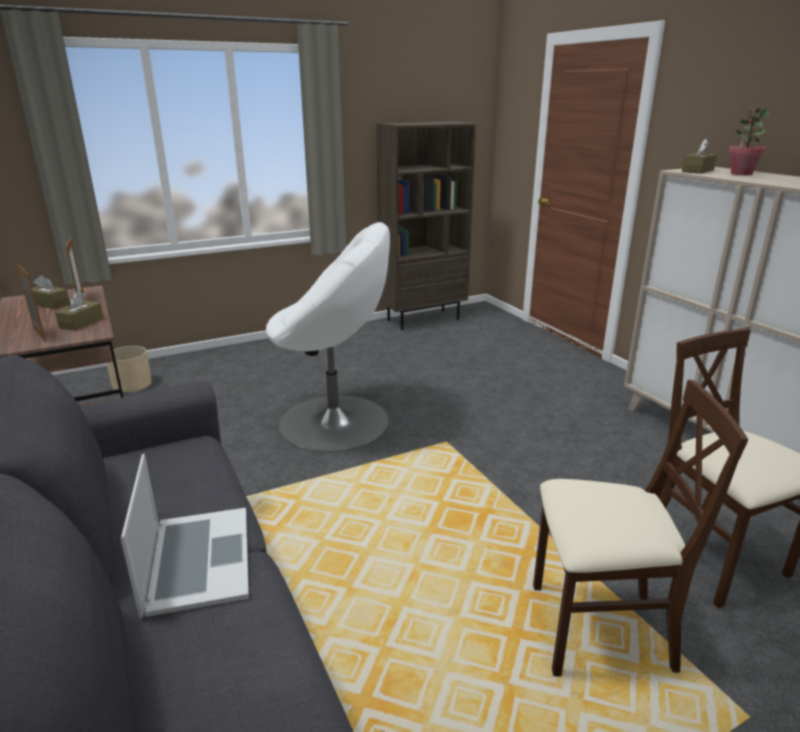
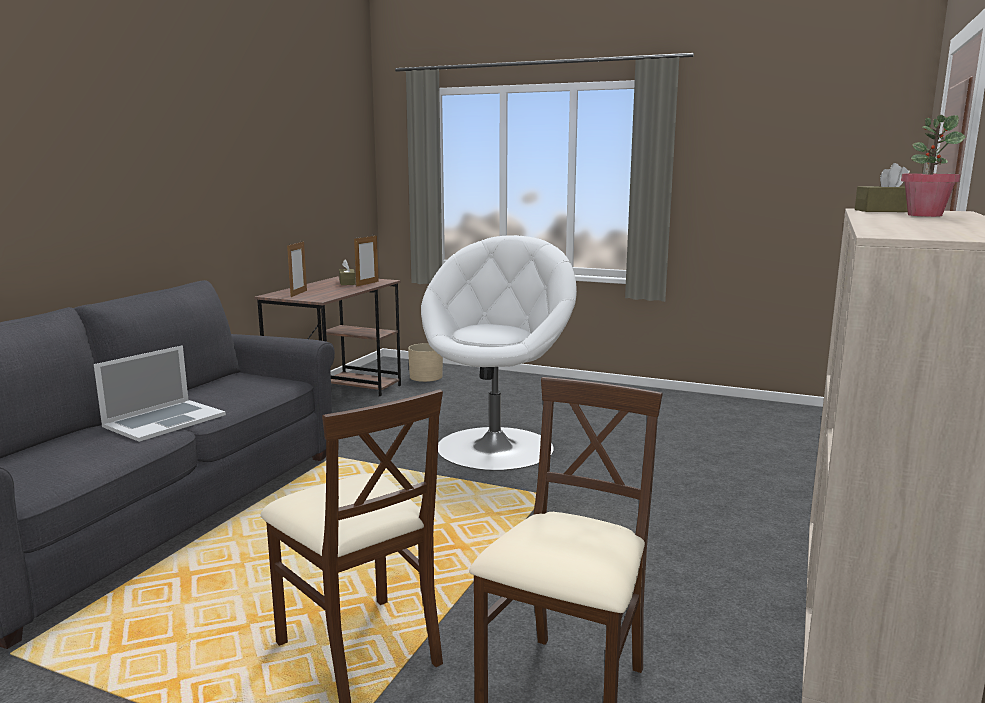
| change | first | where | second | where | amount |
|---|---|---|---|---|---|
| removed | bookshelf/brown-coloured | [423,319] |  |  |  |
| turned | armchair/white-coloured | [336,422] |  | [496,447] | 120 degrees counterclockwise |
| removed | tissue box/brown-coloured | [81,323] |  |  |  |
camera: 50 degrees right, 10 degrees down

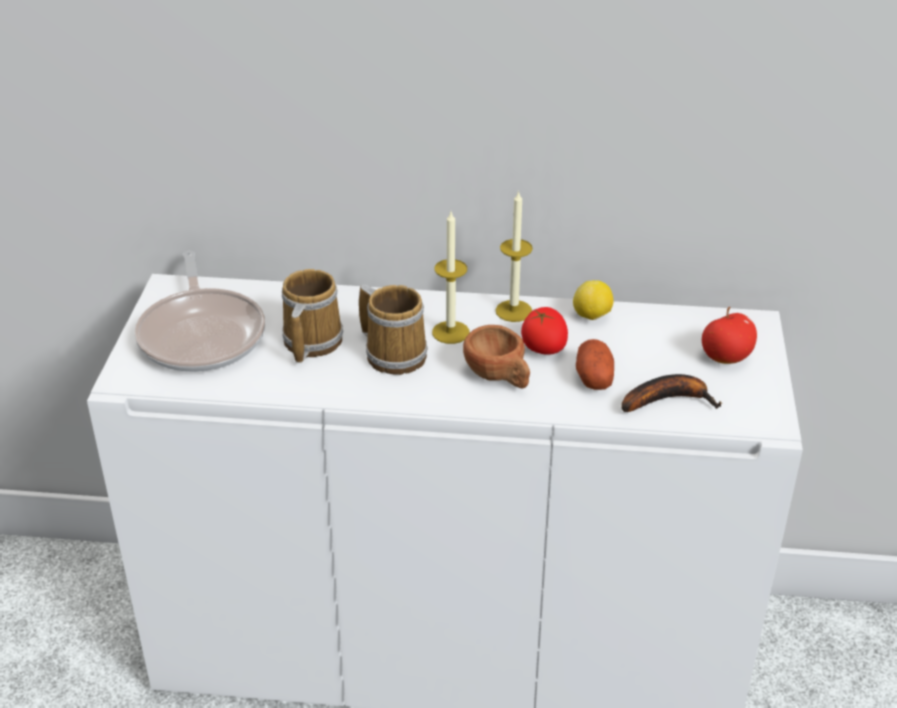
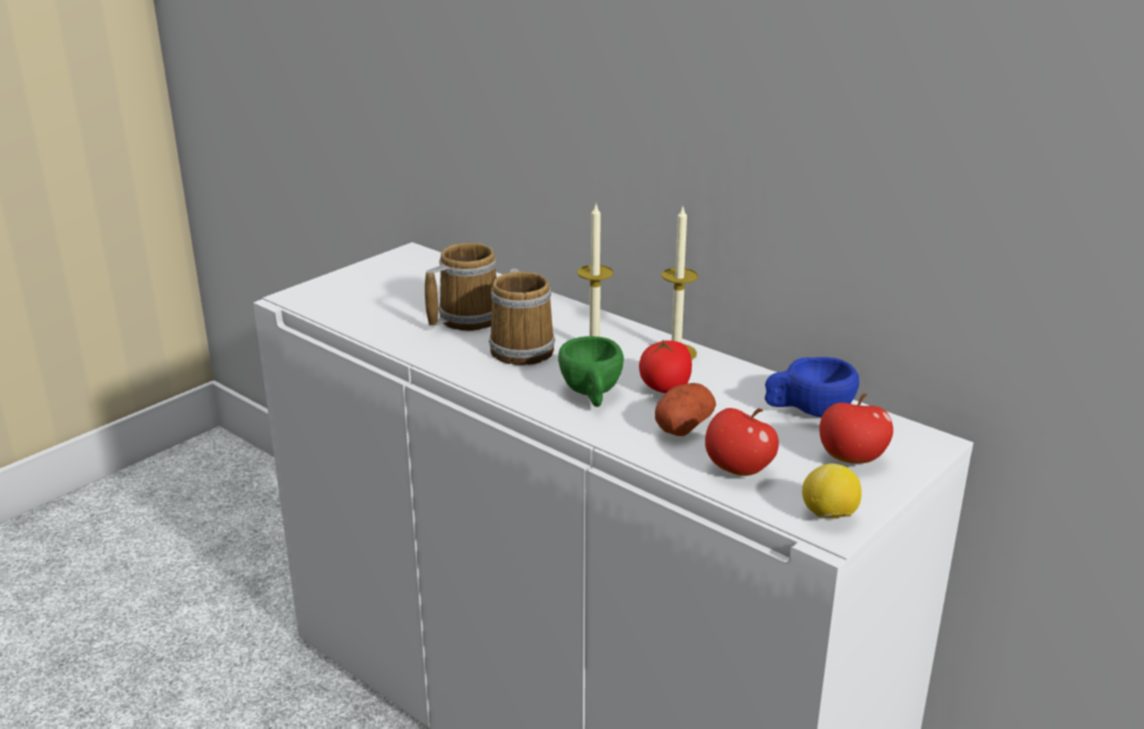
| change | first | where | second | where | amount |
|---|---|---|---|---|---|
| removed | skillet | [202,334] |  |  |  |
| moved | citrus fruit | [592,317] |  | [829,516] |  |
| recoloured | cup/brown-coloured | [499,377] | cup/greenish | [592,395] |  |
| replaced | banana | [668,399] | apple fruit | [738,469] |  |
| added |  |  | cup/blue-coloured | [808,411] |  |
camera: 35 degrees right, 10 degrees down

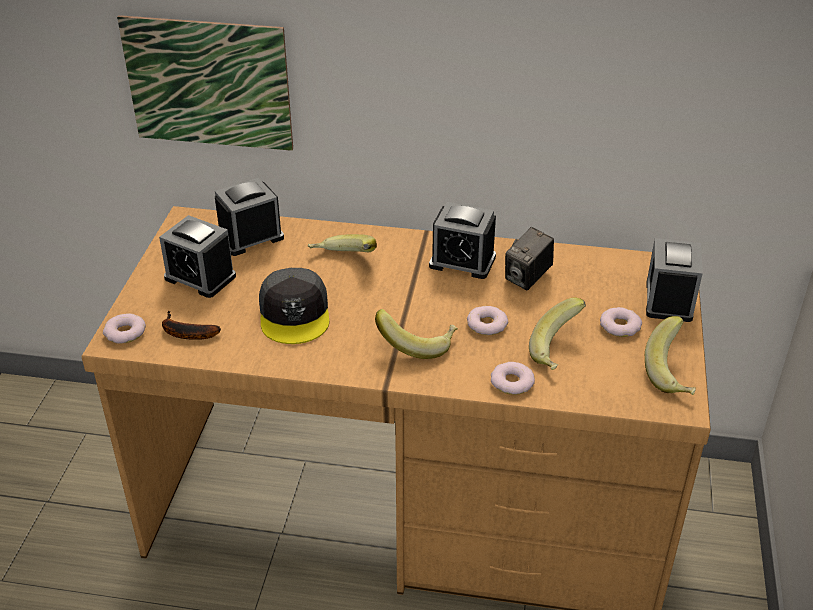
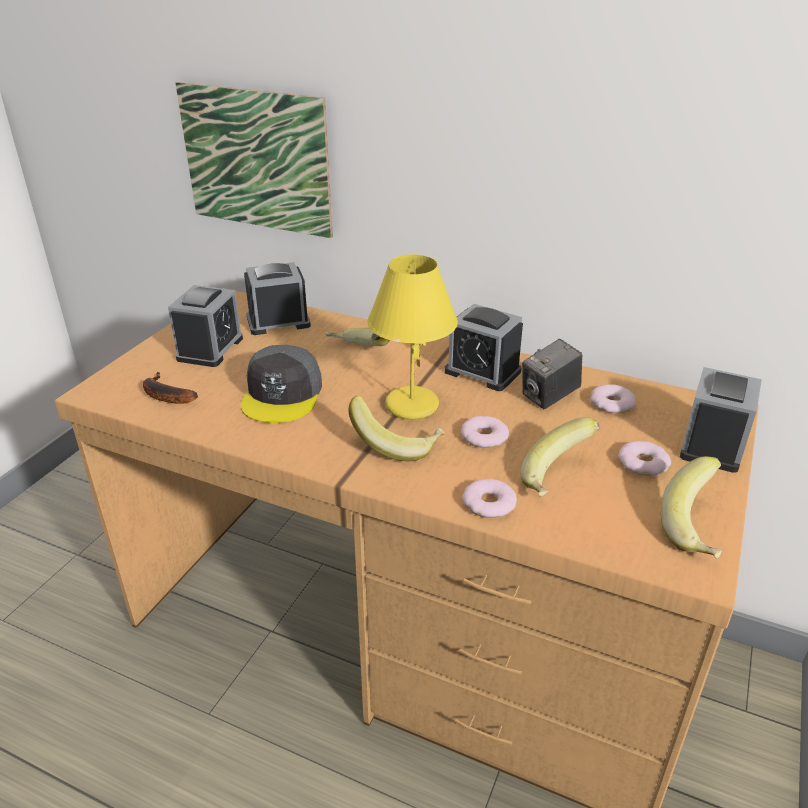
| change | first | where | second | where | amount |
|---|---|---|---|---|---|
| turned | alarm clock | [200,277] |  | [210,349] | 120 degrees counterclockwise |
| moved | doughnut | [125,332] |  | [612,403] |  |
| added |  |  | lamp for a table/yellowish | [411,405] |  |
camera: 15 degrees right, 5 degrees down

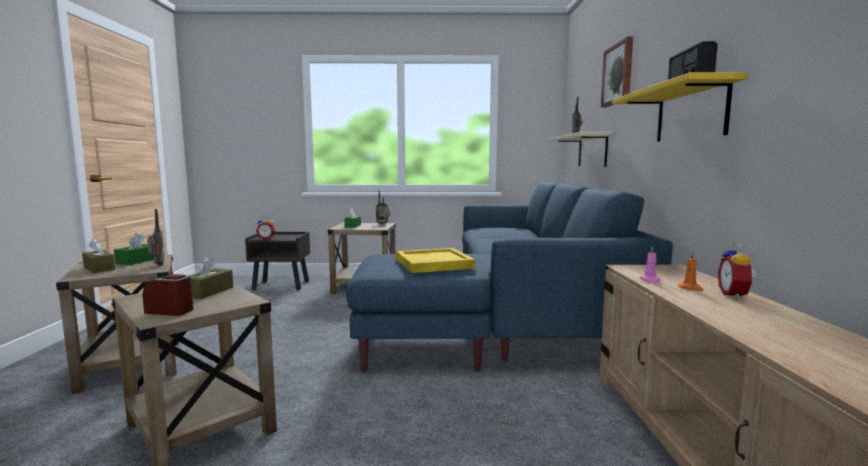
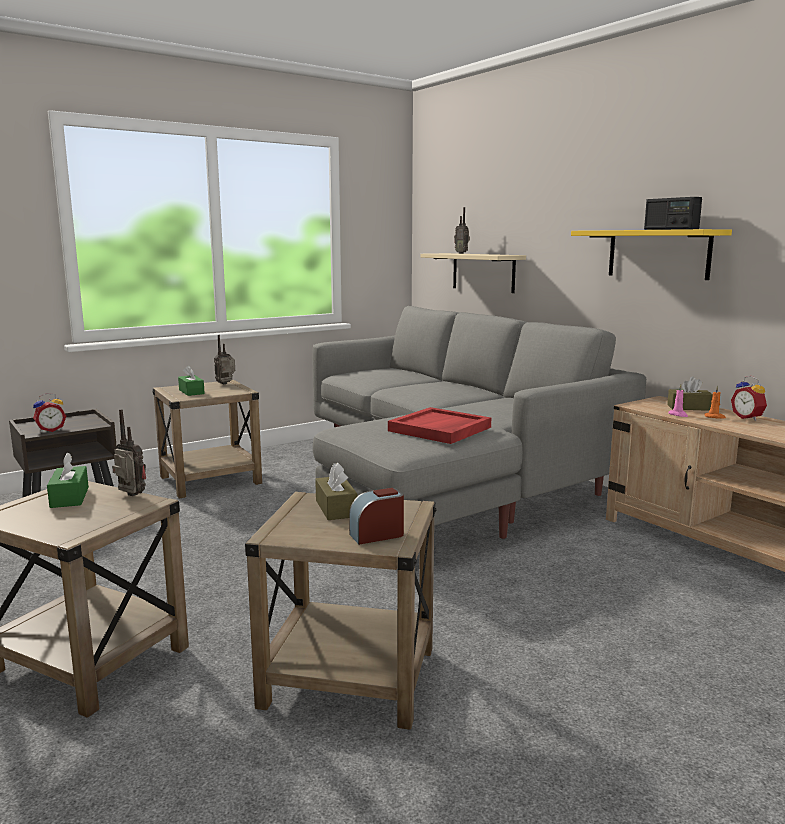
| change | first | where | second | where | amount |
|---|---|---|---|---|---|
| removed | wall art | [618,74] |  |  |  |
| recoloured | settee/blue-coloured | [511,319] | settee/gray | [447,480] |  |
| moved | tissue box/brown-coloured | [99,268] |  | [688,407] |  |
| recoloured | serving tray/yellowish | [433,263] | serving tray/red-coloured | [440,429] |  |
camera: 35 degrees left, 5 degrees up

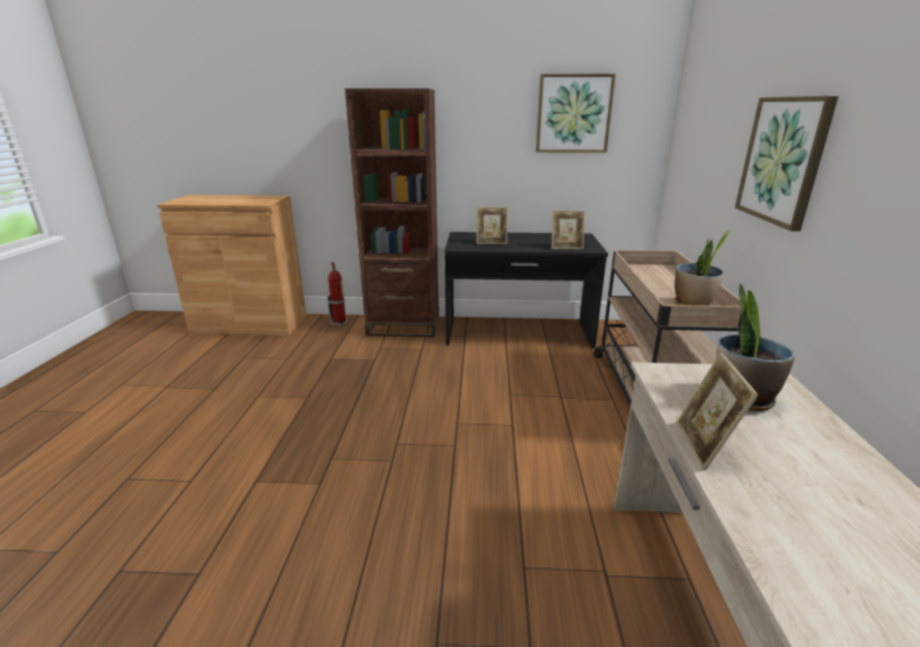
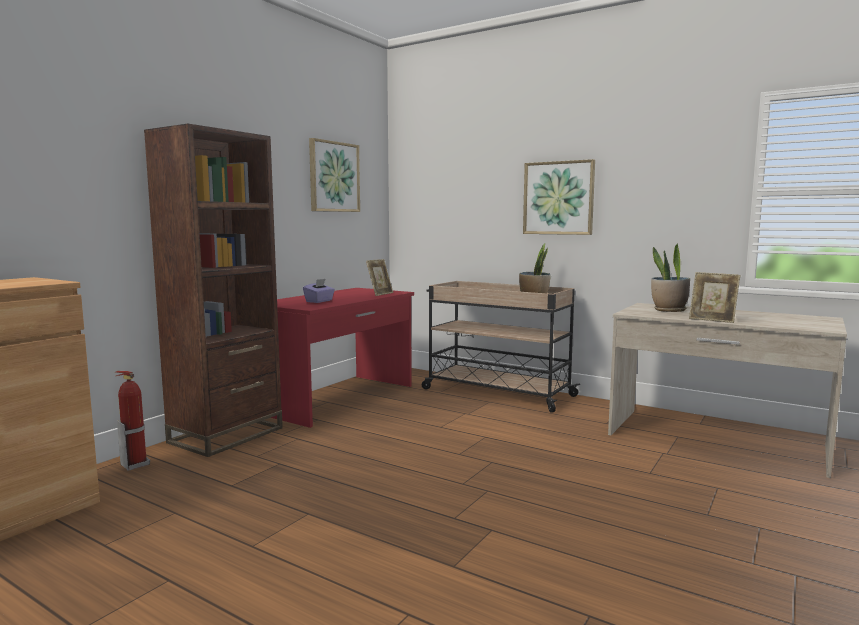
| change | first | where | second | where | amount |
|---|---|---|---|---|---|
| replaced | picture frame | [491,243] | tissue box/purple-coloured | [319,301] |  |
| recoloured | desk/black | [518,332] | desk/red-coloured | [338,398] |  |
camera: 60 degrees left, 15 degrees down

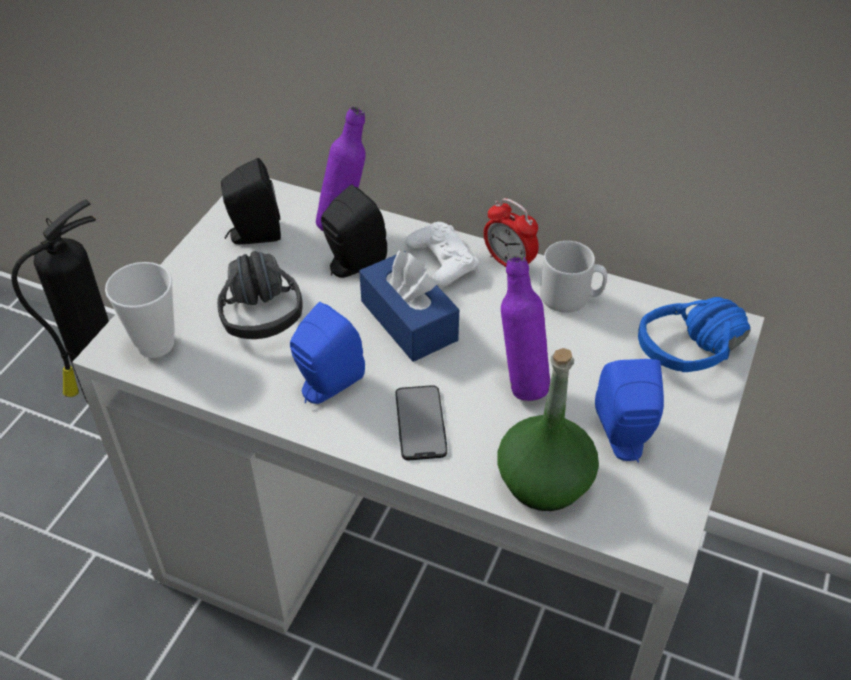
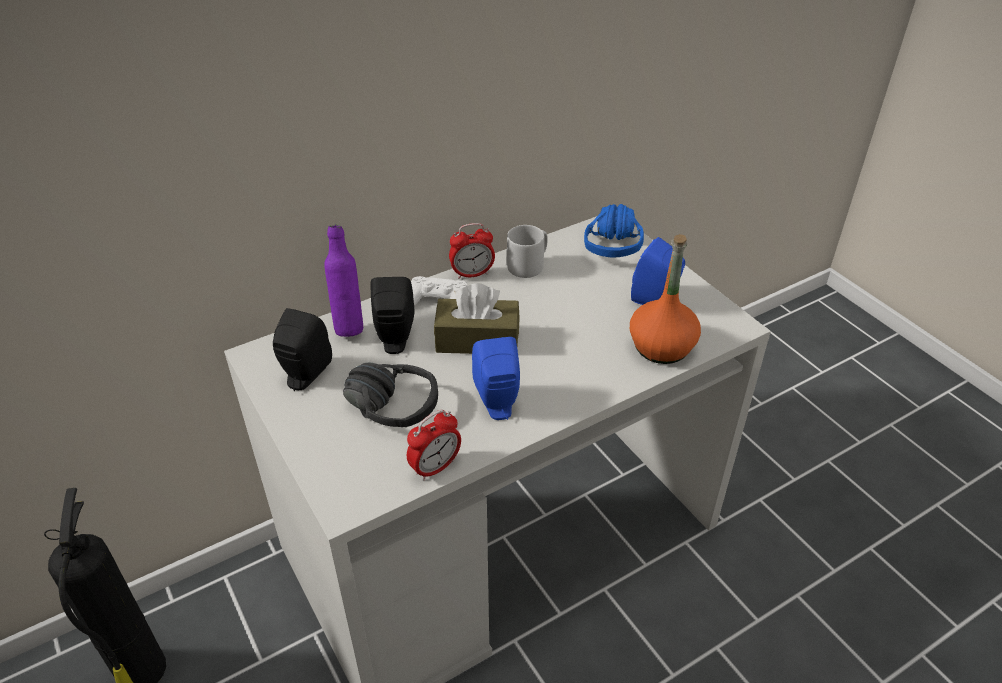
| change | first | where | second | where | amount |
|---|---|---|---|---|---|
| recoloured | tissue box/blue-coloured | [409,320] | tissue box/brown-coloured | [477,340] |  |
| removed | beverage bottle/purple-coloured | [520,382] |  |  |  |
| removed | cup | [155,344] |  |  |  |
| recoloured | beverage bottle/greenish | [544,481] | beverage bottle/orange | [661,347] |  |
| removed | telephone | [420,422] |  |  |  |
| added |  |  | alarm clock | [435,467] |  |
camera: 55 degrees left, 5 degrees down

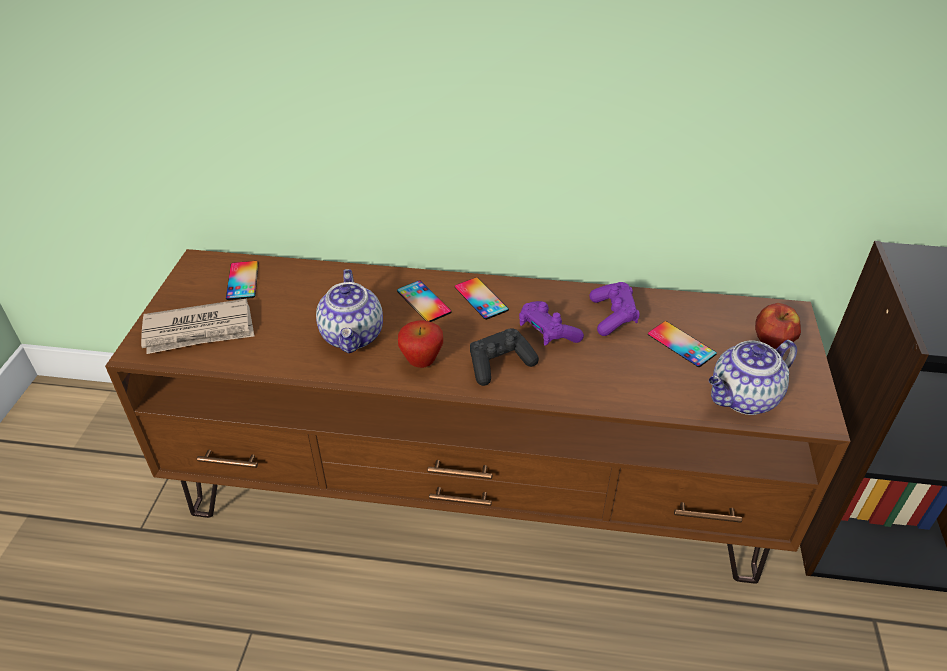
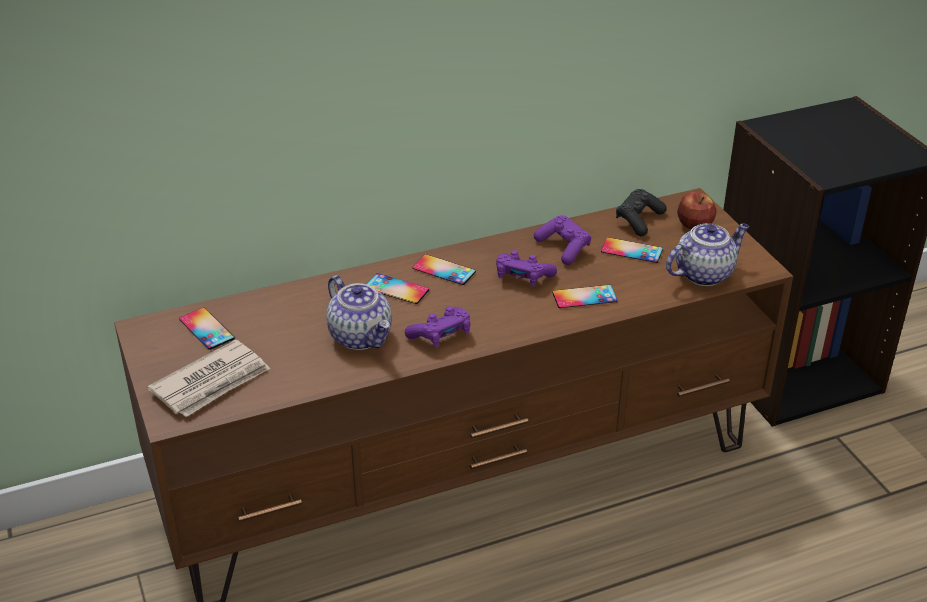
| change | first | where | second | where | amount |
|---|---|---|---|---|---|
| replaced | apple fruit | [421,362] | joypad/purple-coloured | [441,335] |  |
| moved | joypad/black | [499,364] |  | [639,220] |  |
| turned | tea pot | [743,399] |  | [704,273] | 150 degrees counterclockwise |
| added |  |  | telephone | [584,297] |  |
camera: 30 degrees left, 5 degrees down

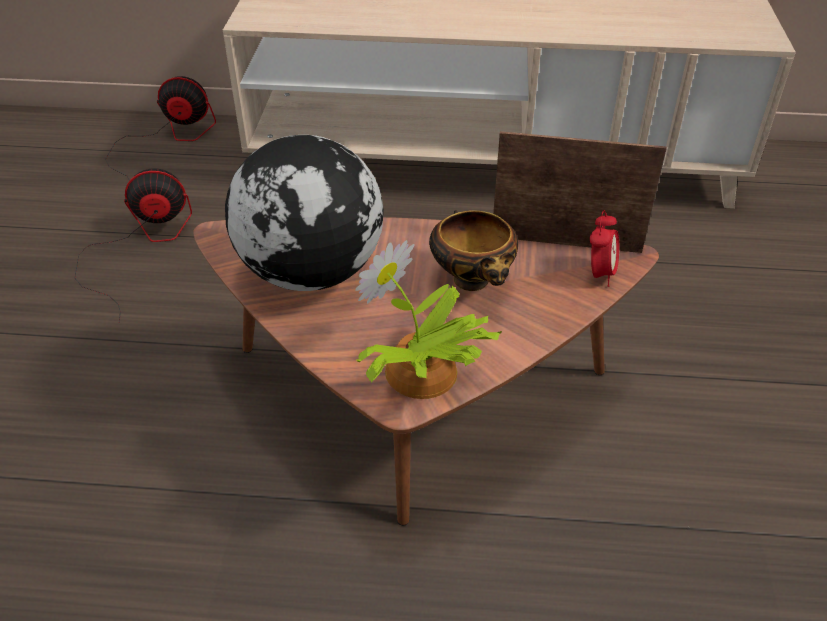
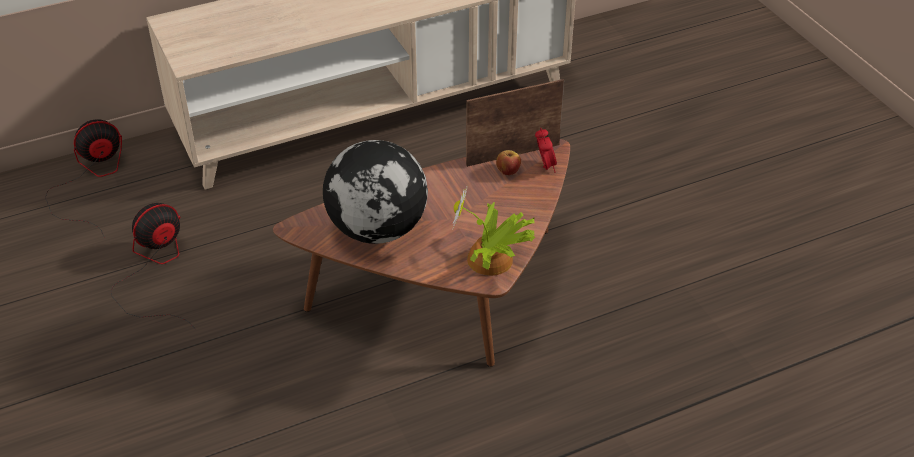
| change | first | where | second | where | amount |
|---|---|---|---|---|---|
| removed | serving bowl | [473,282] |  |  |  |
| added |  |  | apple fruit | [508,171] |  |
camera: 30 degrees left, 0 degrees up

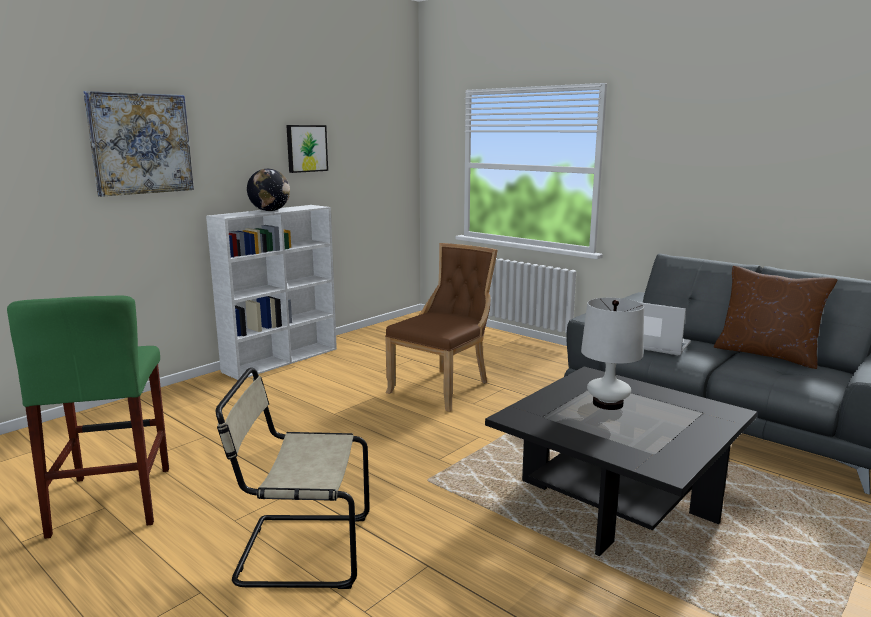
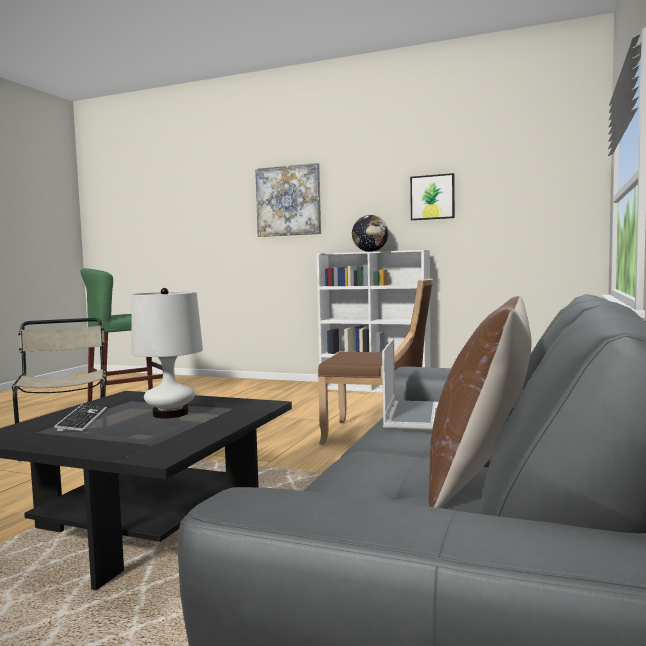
| change | first | where | second | where | amount |
|---|---|---|---|---|---|
| added |  |  | keyboard | [82,419] |  |
camera: 70 degrees right, 10 degrees down

